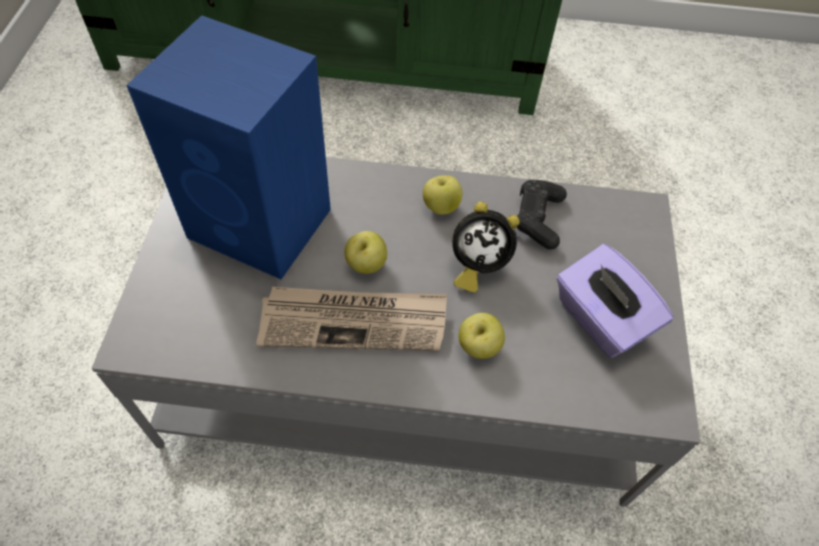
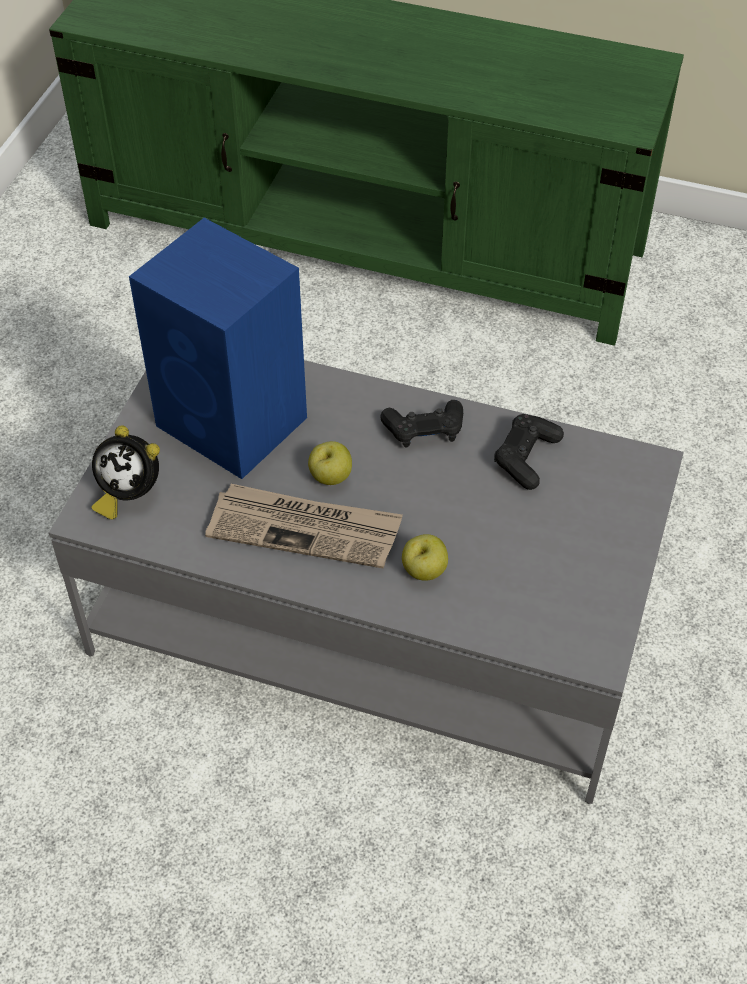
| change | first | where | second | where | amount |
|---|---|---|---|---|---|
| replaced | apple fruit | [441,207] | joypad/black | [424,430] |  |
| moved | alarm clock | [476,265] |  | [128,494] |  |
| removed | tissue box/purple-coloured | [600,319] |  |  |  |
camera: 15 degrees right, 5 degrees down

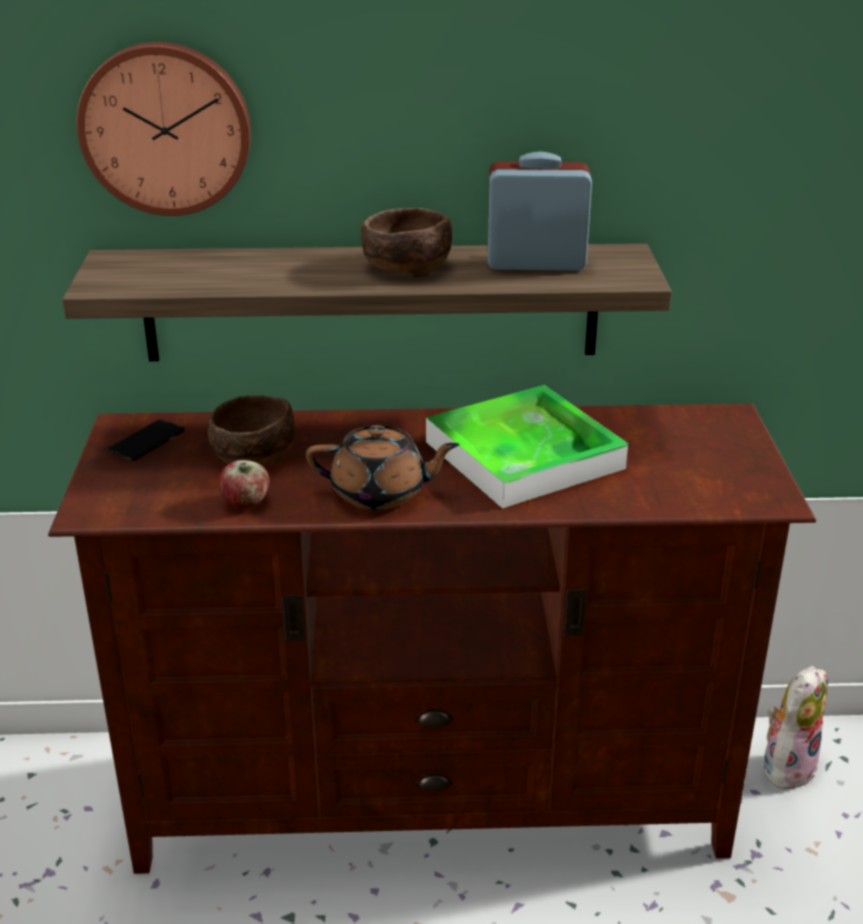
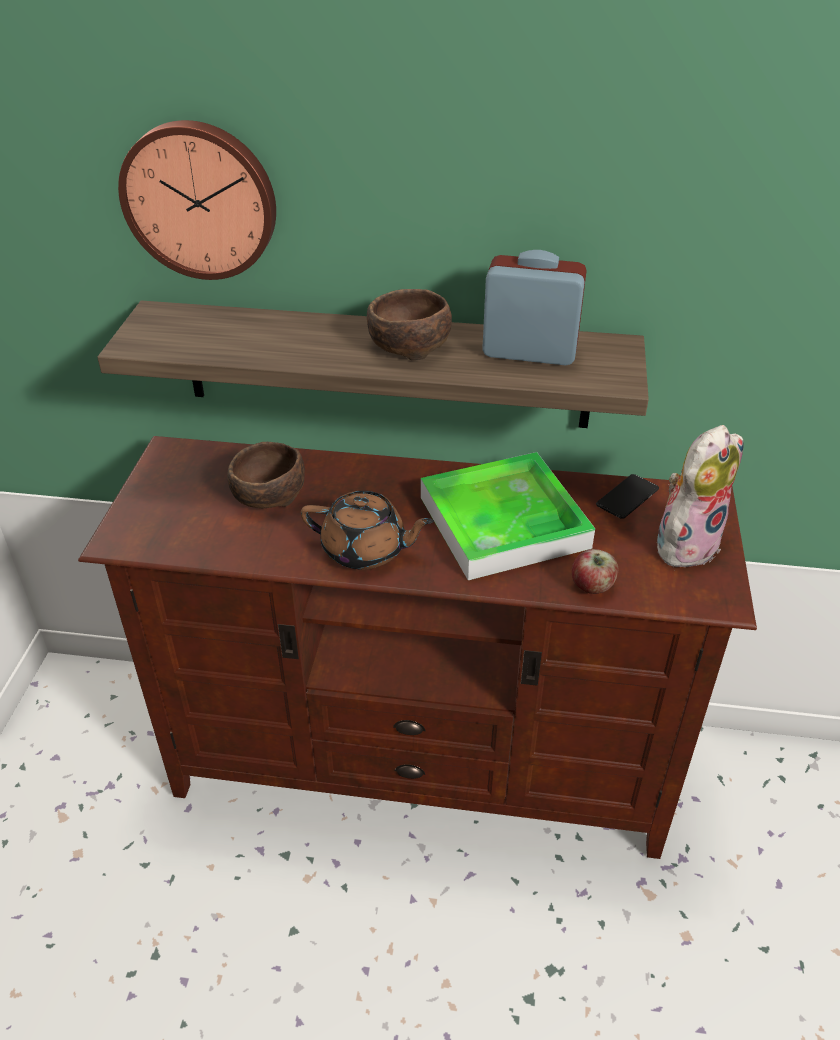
| change | first | where | second | where | amount |
|---|---|---|---|---|---|
| moved | telephone | [147,441] |  | [627,497] |  |
| moved | apple fruit | [245,503] |  | [592,586] |  |
| moved | cuddly toy | [787,765] |  | [686,543] |  |
camera: 10 degrees right, 10 degrees up

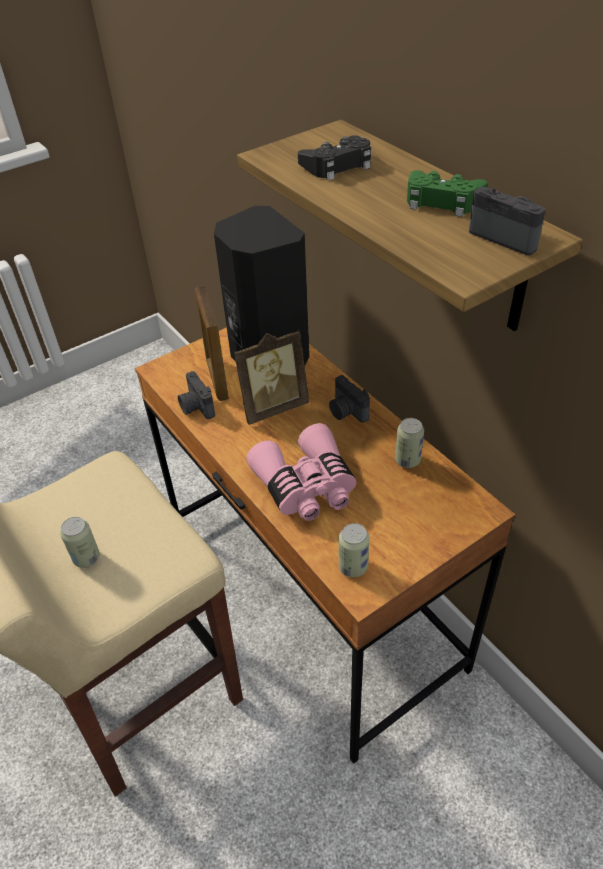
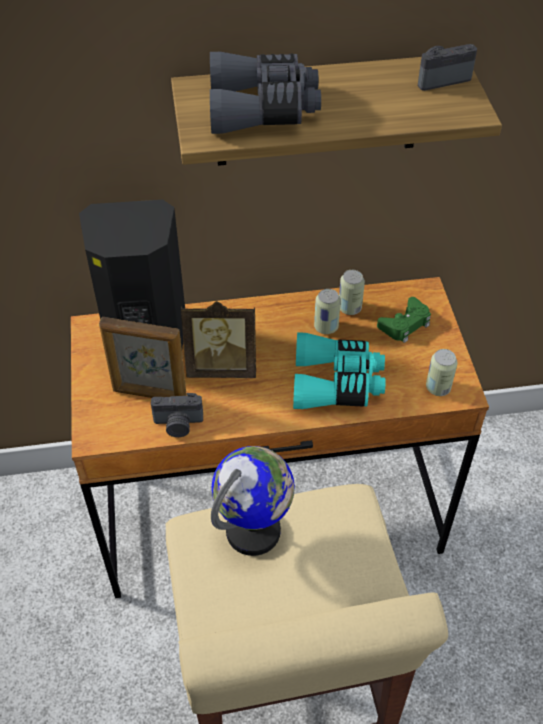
| change | first | where | second | where | amount |
|---|---|---|---|---|---|
| replaced | joypad/black | [338,165] | binoculars/gray | [263,108] |  |
| moved | joypad/greenish | [442,201] |  | [405,324] |  |
| turned | picture frame | [272,407] |  | [222,367] | 90 degrees clockwise |
| removed | still camera | [346,412] |  |  |  |
| recoloured | binoculars/pinkish | [306,486] | binoculars/blue-green | [337,382] |  |
| moved | metal can | [86,558] |  | [326,327] |  |
| added |  |  | desk globe | [254,531] |  |
camera: 65 degrees left, 5 degrees up

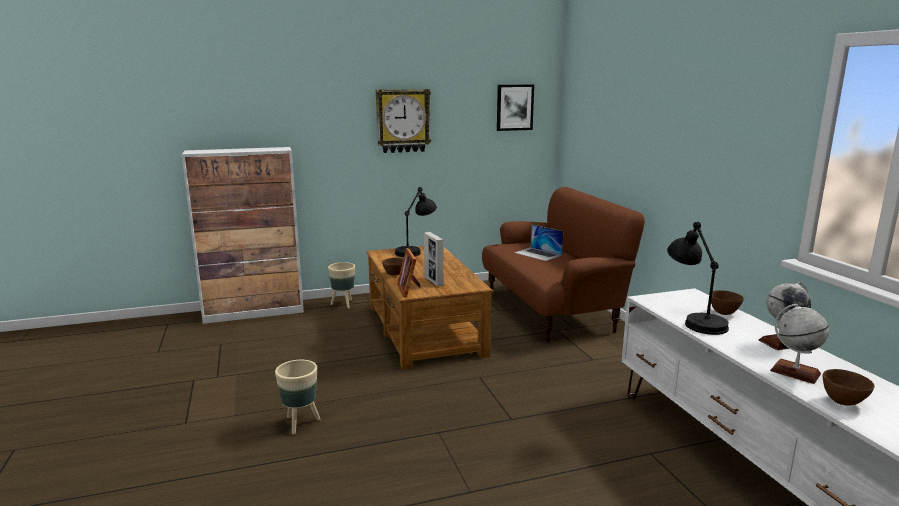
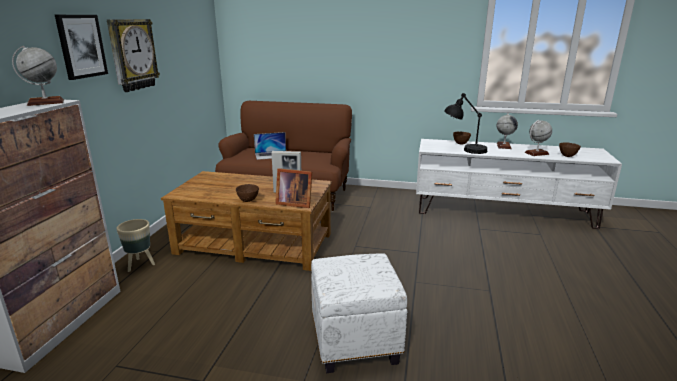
| change | first | where | second | where | amount |
|---|---|---|---|---|---|
| moved | wall art | [514,107] |  | [81,46] |  |
| removed | lamp for a table/black | [415,250] |  |  |  |
| replaced | flower pot/sand-coloured | [300,423] | footrest/white-coloured | [354,341] |  |
| added |  |  | desk globe | [45,102] |  |
camera: 60 degrees left, 5 degrees up

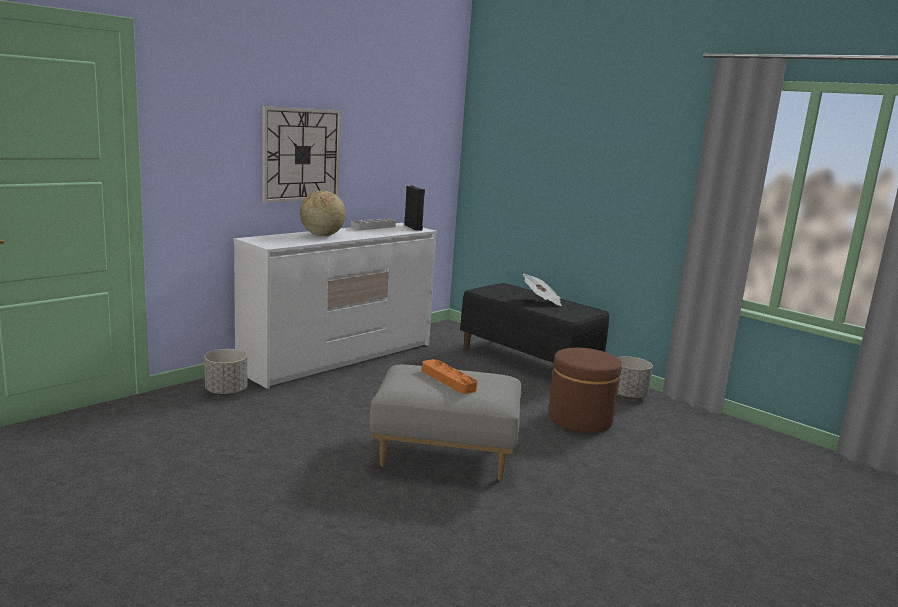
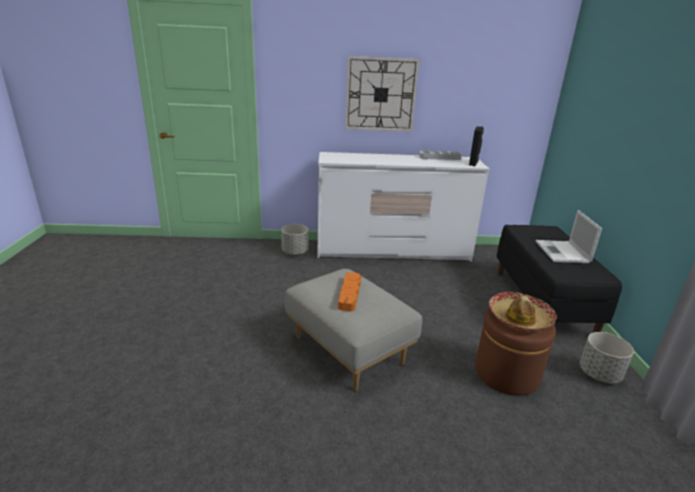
| change | first | where | second | where | amount |
|---|---|---|---|---|---|
| removed | desk globe | [322,235] |  |  |  |
| replaced | printed paper | [542,301] | notebook computer | [562,252] |  |
| added |  |  | wearable hat | [519,318] |  |
camera: 45 degrees right, 10 degrees up

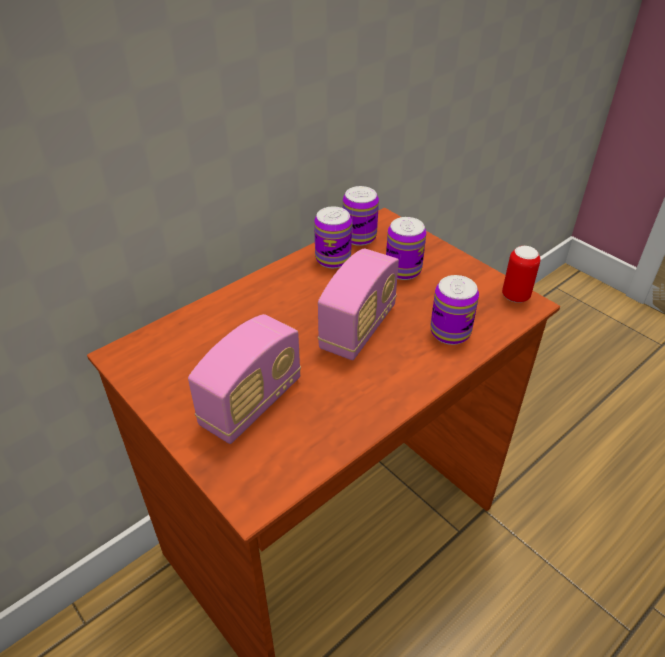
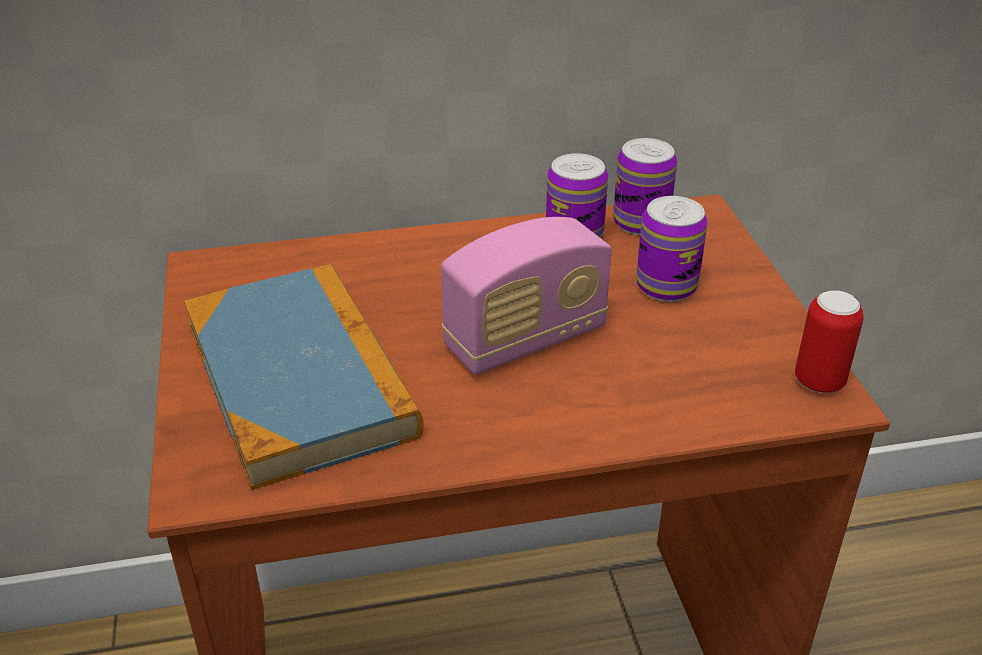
| change | first | where | second | where | amount |
|---|---|---|---|---|---|
| removed | metal can | [450,332] |  |  |  |
| replaced | radio | [251,403] | bound book | [299,378] |  |
camera: 30 degrees right, 5 degrees down

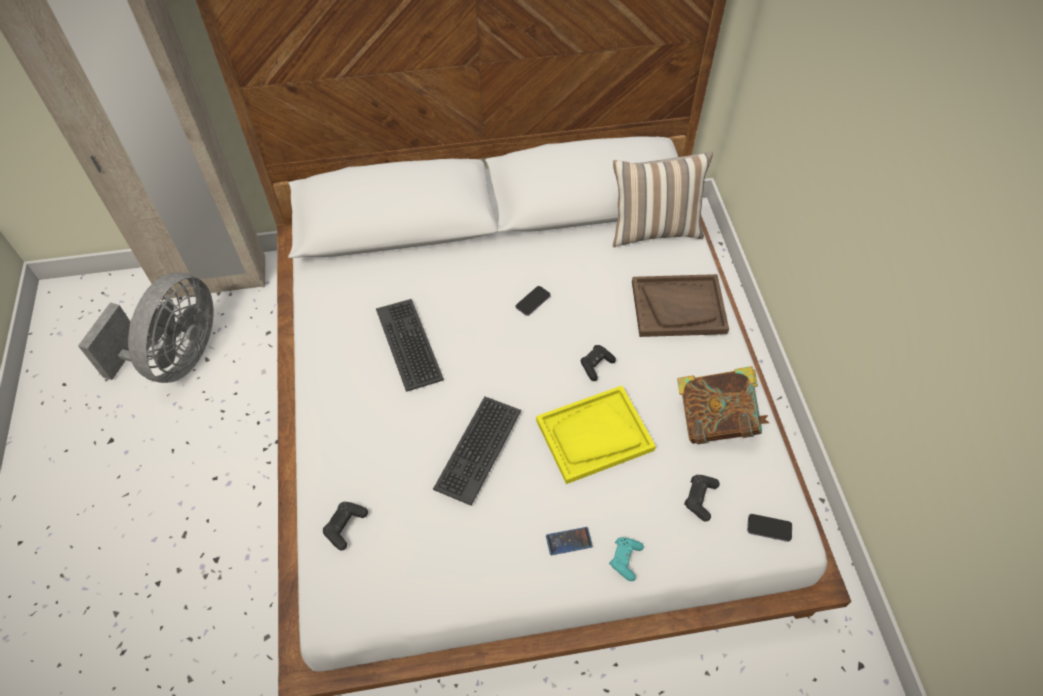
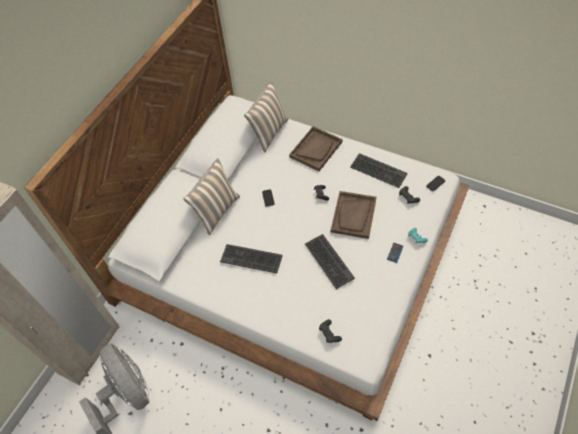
| change | first | where | second | where | amount |
|---|---|---|---|---|---|
| replaced | bound book | [715,420] | keyboard | [378,171] |  |
| recoloured | serving tray/yellowish | [594,435] | serving tray/brown-coloured | [353,215] |  |
| added |  |  | cushion | [216,211] |  |
camera: 50 degrees left, 0 degrees up

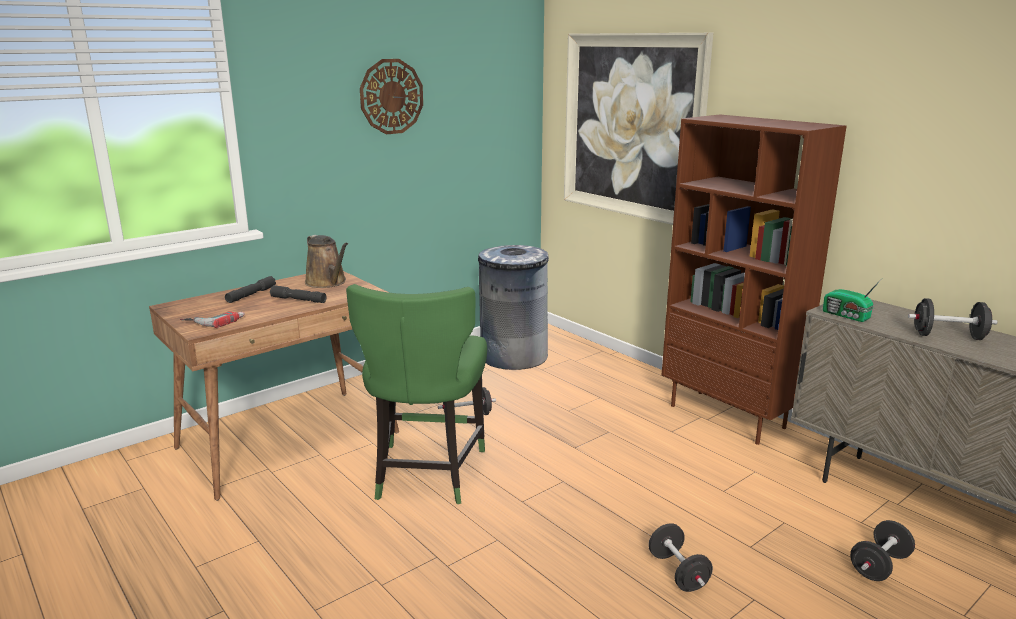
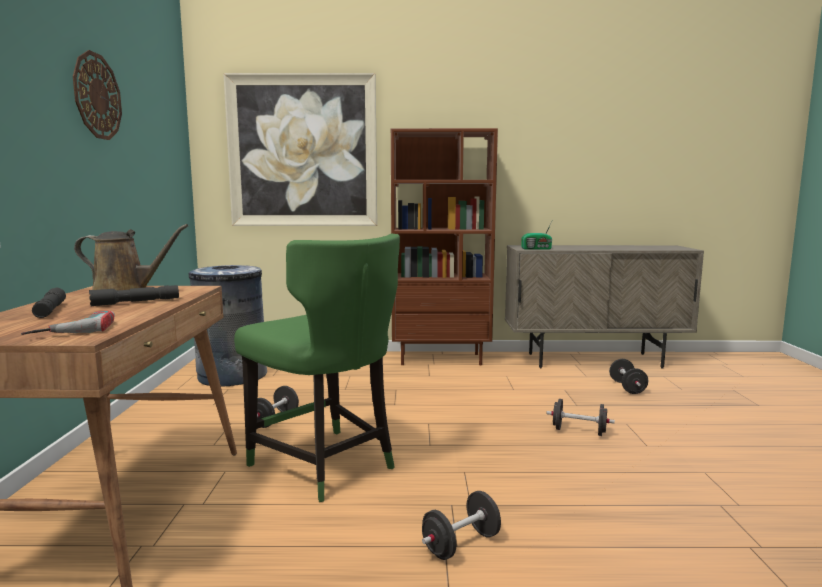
| change | first | where | second | where | amount |
|---|---|---|---|---|---|
| moved | free weight/black | [948,336] |  | [461,544] |  |
camera: 50 degrees left, 10 degrees down

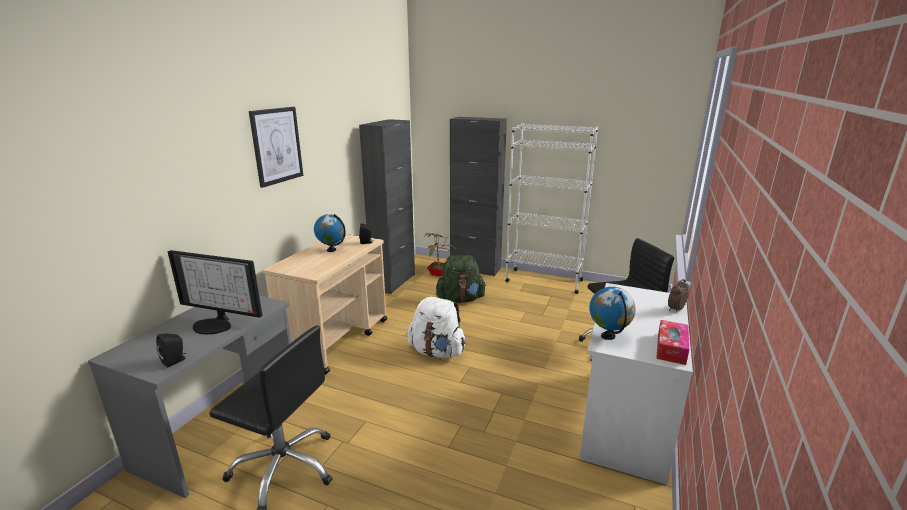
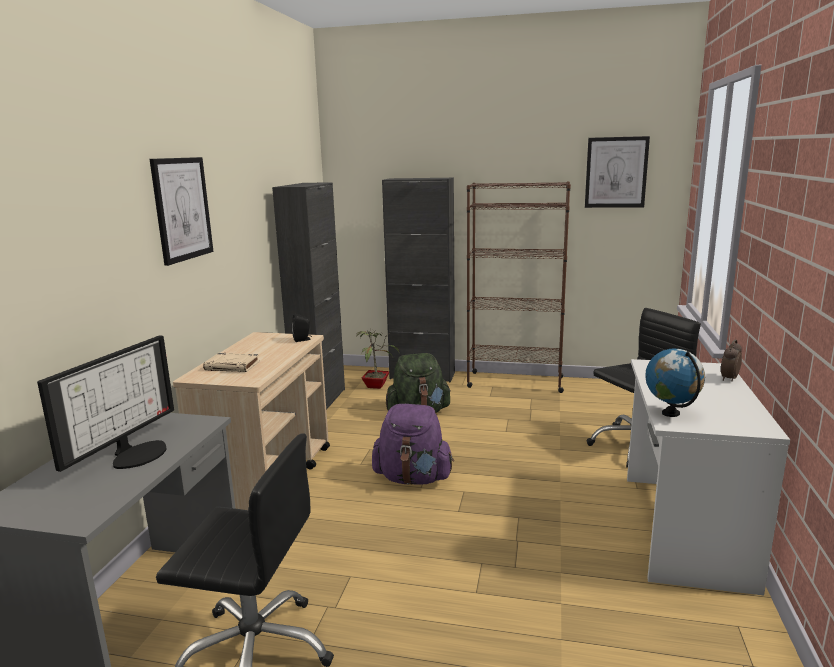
| change | first | where | second | where | amount |
|---|---|---|---|---|---|
| recoloured | bookshelf/white-coloured | [543,281] | bookshelf/brown-coloured | [514,382] |  |
| removed | desk globe | [331,250] |  |  |  |
| turned | computer screen | [215,324] |  | [136,453] | 75 degrees counterclockwise |
| recoloured | backpack/white-coloured | [437,352] | backpack/purple-coloured | [413,478] |  |
| removed | tissue box | [671,348] |  |  |  |
| removed | loudspeaker/black | [175,361] |  |  |  |
| added |  |  | wall art | [616,172] |  |
| added |  |  | bound book/sand-coloured | [233,366] |  |
camera: 10 degrees left, 5 degrees down

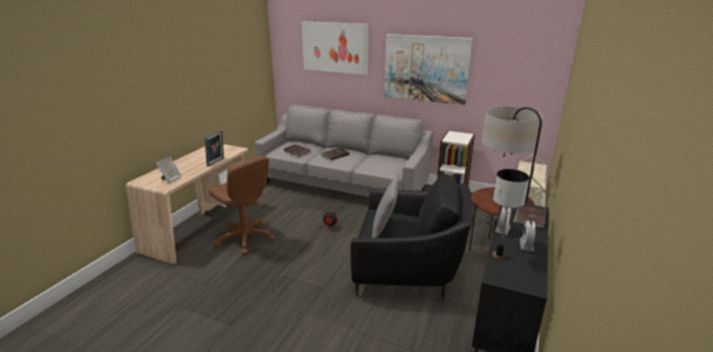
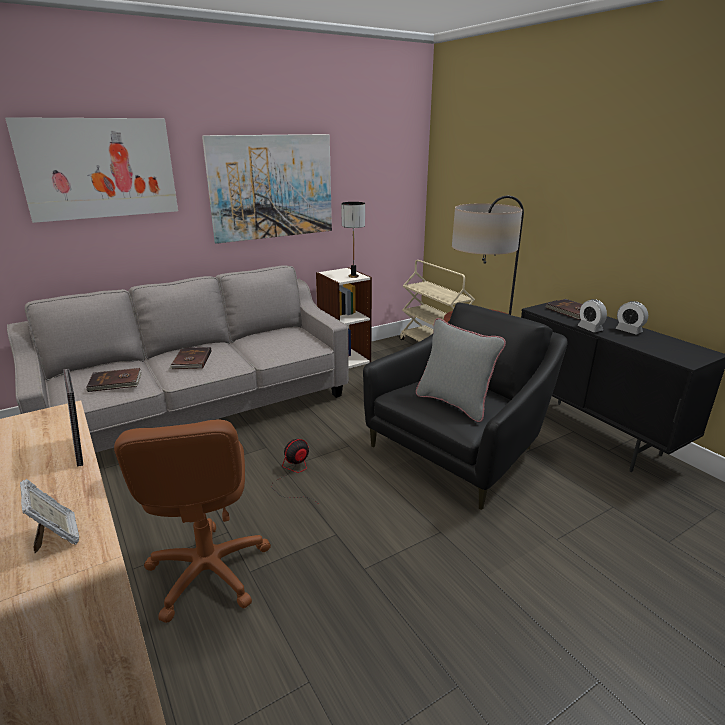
| change | first | where | second | where | amount |
|---|---|---|---|---|---|
| turned | office chair/brown-coloured | [245,238] |  | [208,572] | 90 degrees clockwise |
| moved | lamp for a table | [499,256] |  | [354,276] |  |
camera: 55 degrees left, 0 degrees up

